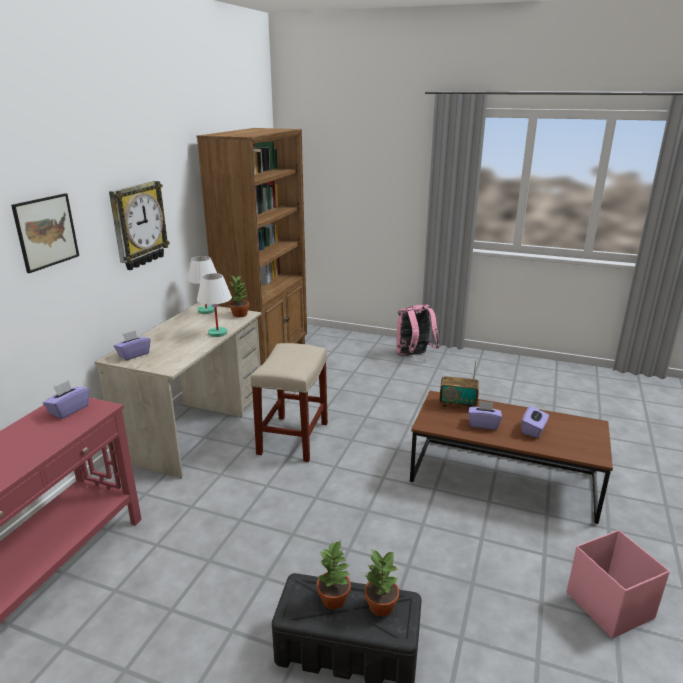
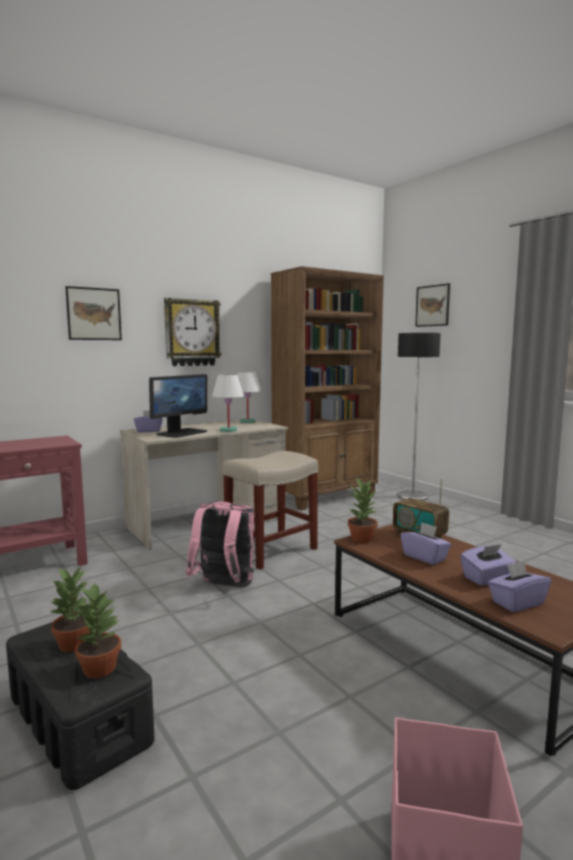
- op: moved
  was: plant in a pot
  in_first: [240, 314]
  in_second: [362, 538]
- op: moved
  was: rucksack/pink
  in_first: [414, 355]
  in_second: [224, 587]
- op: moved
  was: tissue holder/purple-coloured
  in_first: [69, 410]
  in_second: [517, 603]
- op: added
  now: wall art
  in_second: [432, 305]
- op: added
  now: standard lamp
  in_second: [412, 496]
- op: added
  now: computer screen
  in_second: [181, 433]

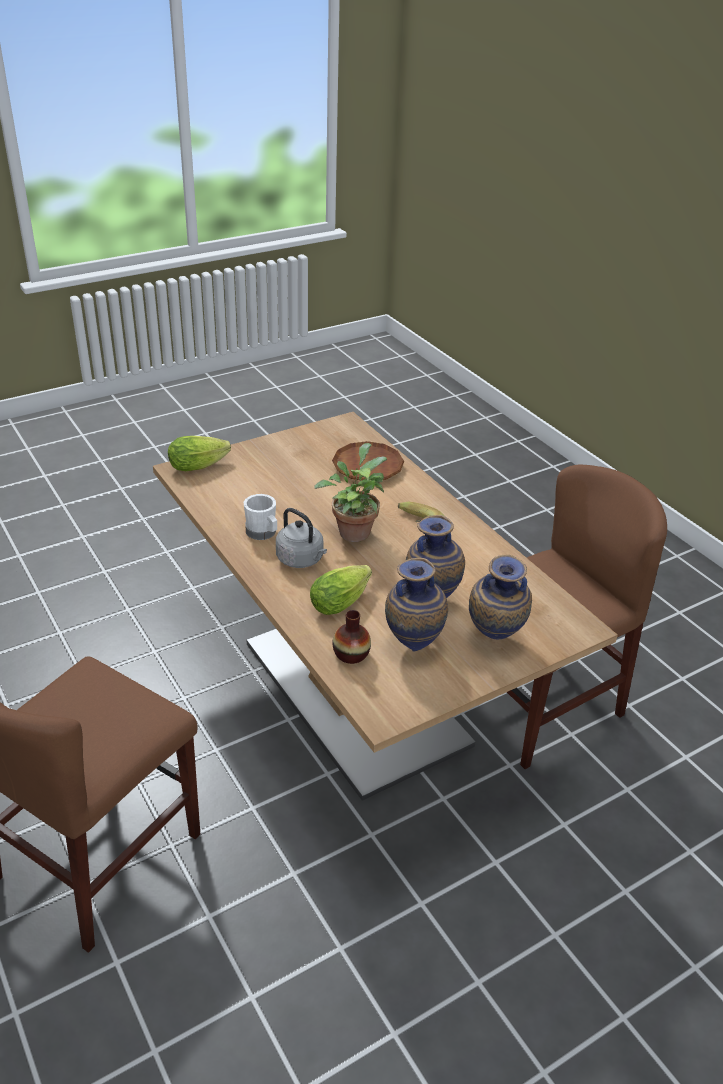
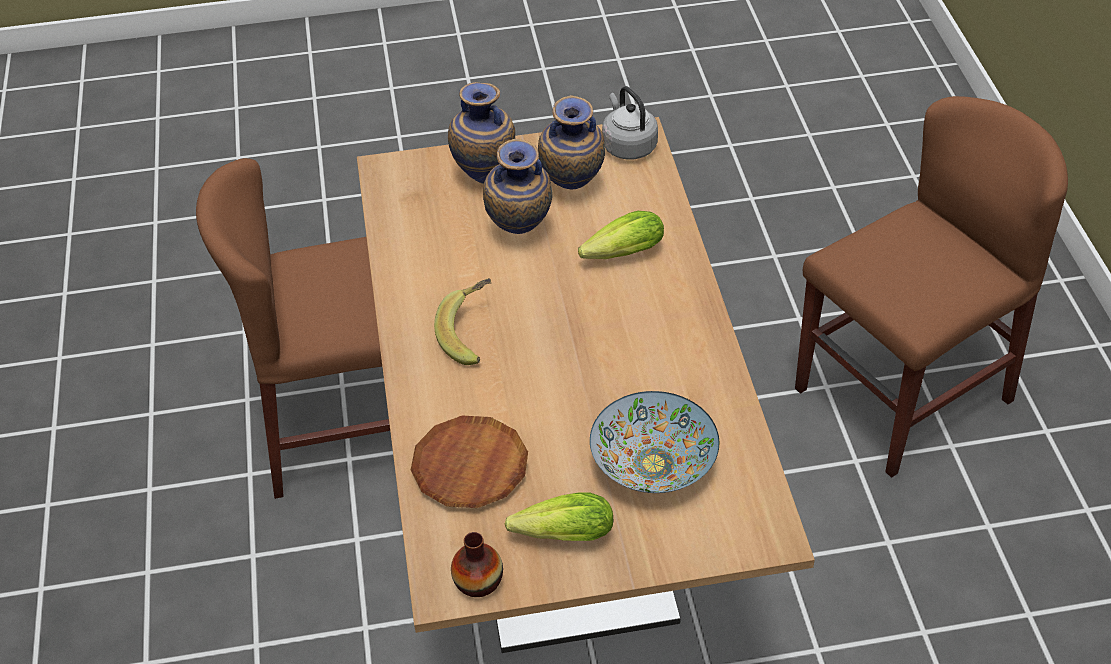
- op: moved
  was: lettuce head
  in_first: [201, 464]
  in_second: [559, 535]
- op: removed
  was: plant in a pot
  in_first: [353, 530]
- op: removed
  was: mug/white-coloured
  in_first: [263, 533]
- op: moved
  was: kettle/gray
  in_first: [301, 560]
  in_second: [628, 145]
- op: moved
  was: decorative vase
  in_first: [351, 654]
  in_second: [478, 581]
- op: added
  now: bowl
  in_second: [653, 464]

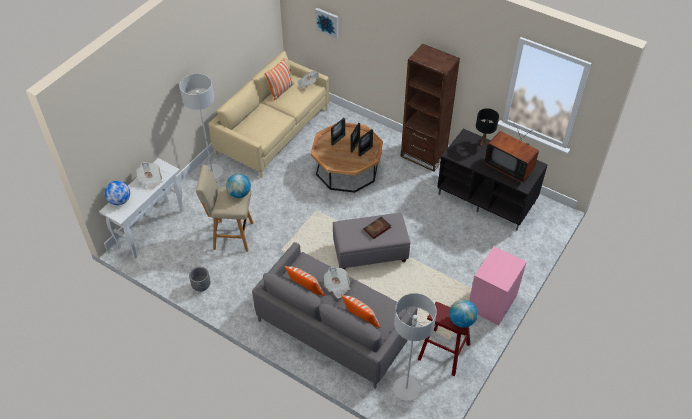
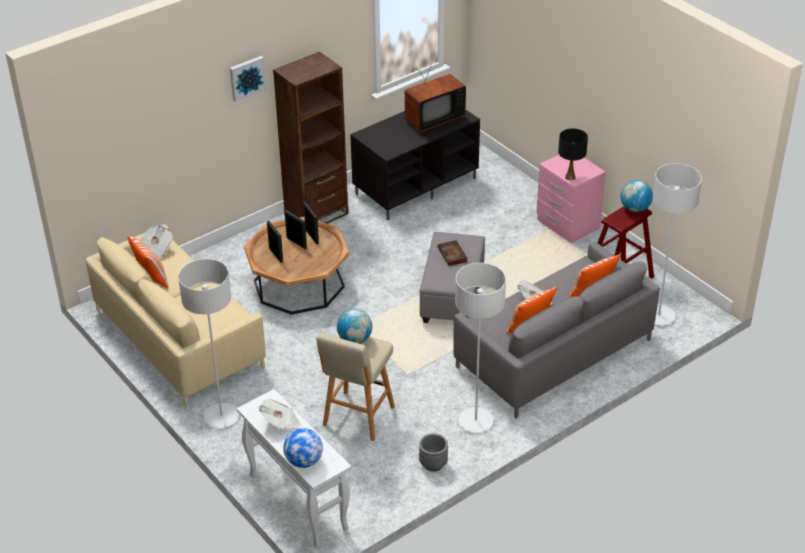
- op: moved
  was: wall art
  in_first: [327, 22]
  in_second: [247, 77]
- op: moved
  was: lamp for a table/black
  in_first: [483, 142]
  in_second: [570, 177]
- op: added
  now: standard lamp/gray
  in_second: [475, 421]

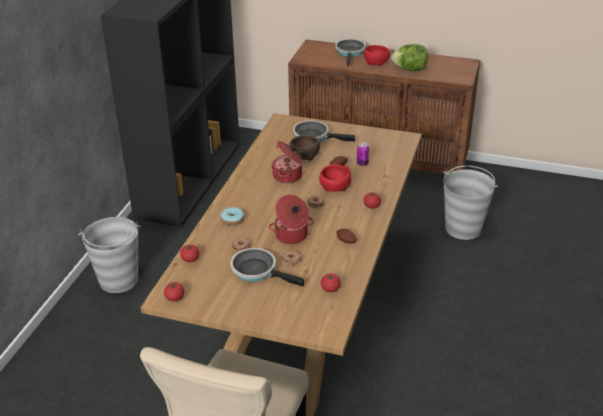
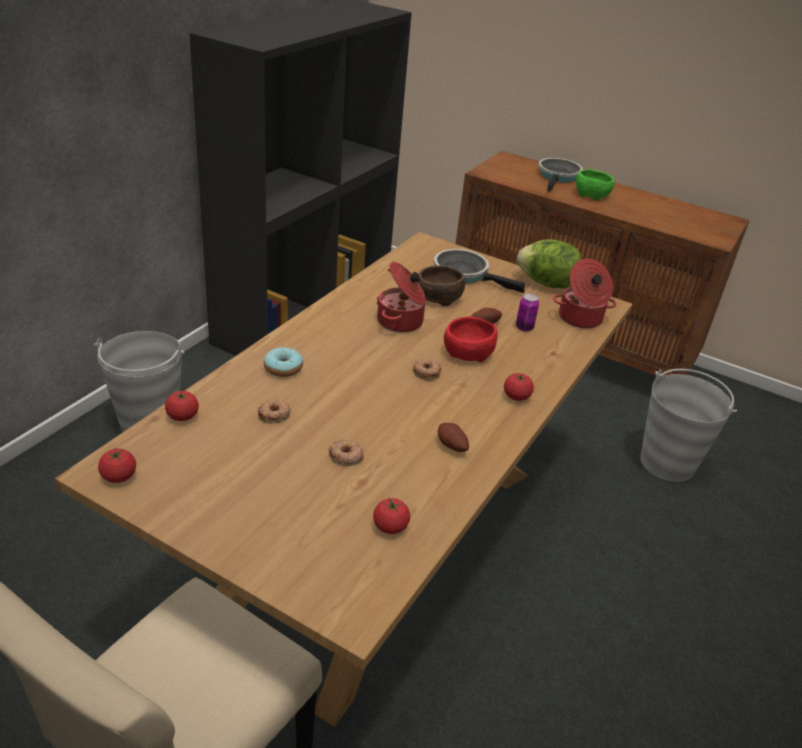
- op: moved
  was: lettuce head
  in_first: [410, 69]
  in_second: [546, 283]
- op: recoloured
  was: bowl/red
  now: bowl/greenish
  in_first: [376, 62]
  in_second: [591, 194]
- op: moved
  was: cooking pot
  in_first: [291, 236]
  in_second: [580, 319]
- op: removed
  was: pan
  in_first: [257, 271]

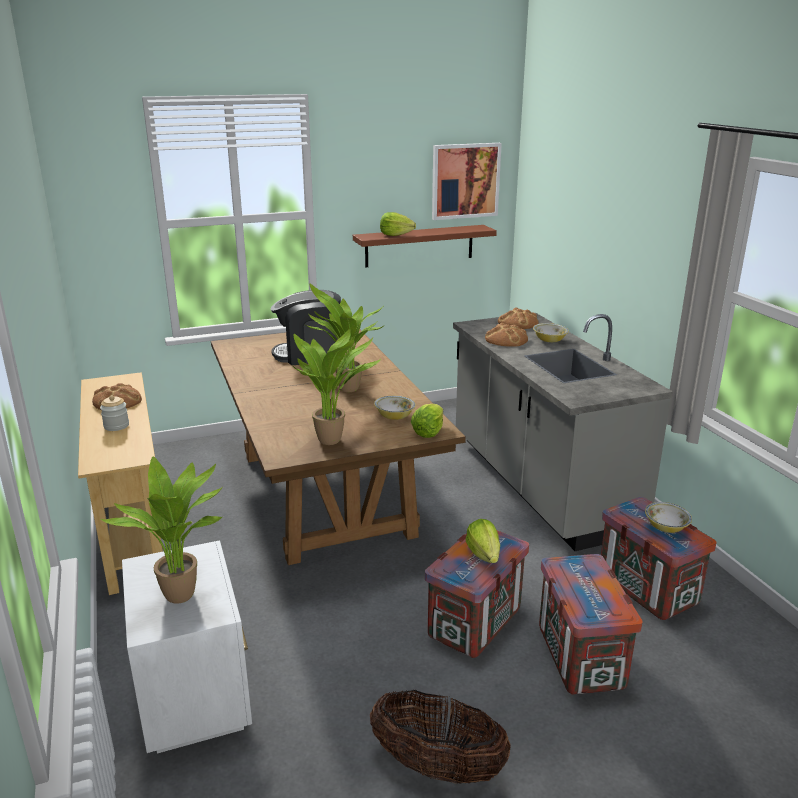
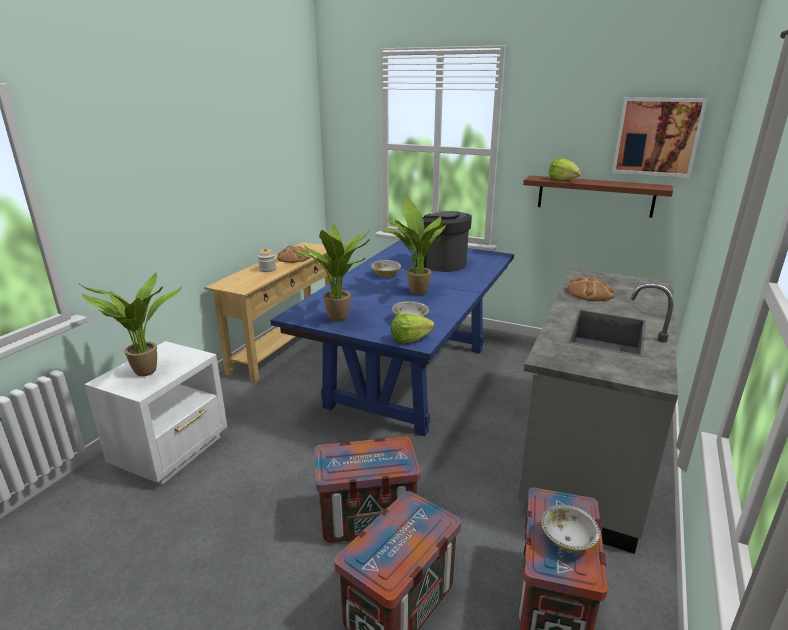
- op: removed
  was: bakery bread
  in_first: [518, 323]
- op: moved
  was: bowl
  in_first: [549, 340]
  in_second: [385, 275]
- op: recoloured
  was: kitchen table/brown-coloured
  now: kitchen table/blue-coloured
  in_first: [325, 494]
  in_second: [409, 376]
- op: removed
  was: lettuce head
  in_first: [484, 554]
- op: removed
  was: household basket
  in_first: [437, 766]

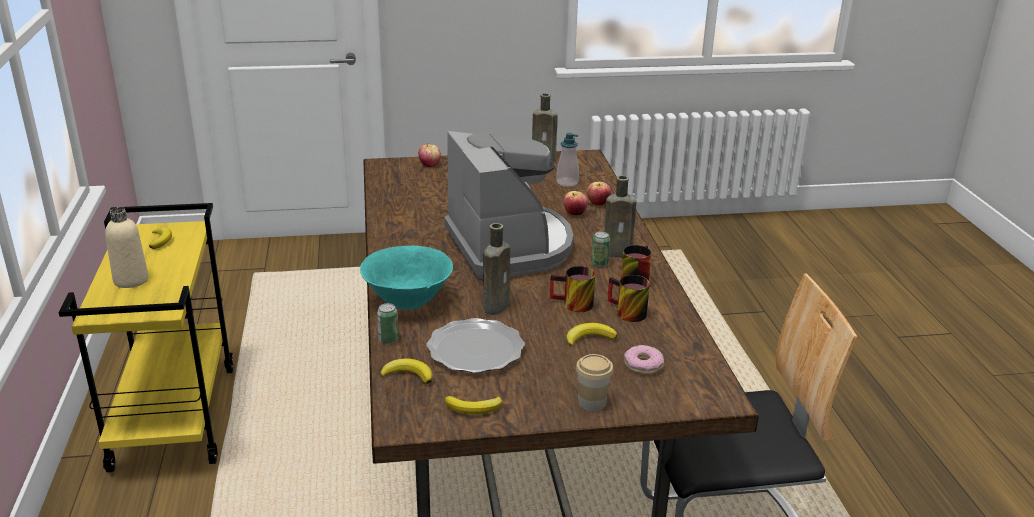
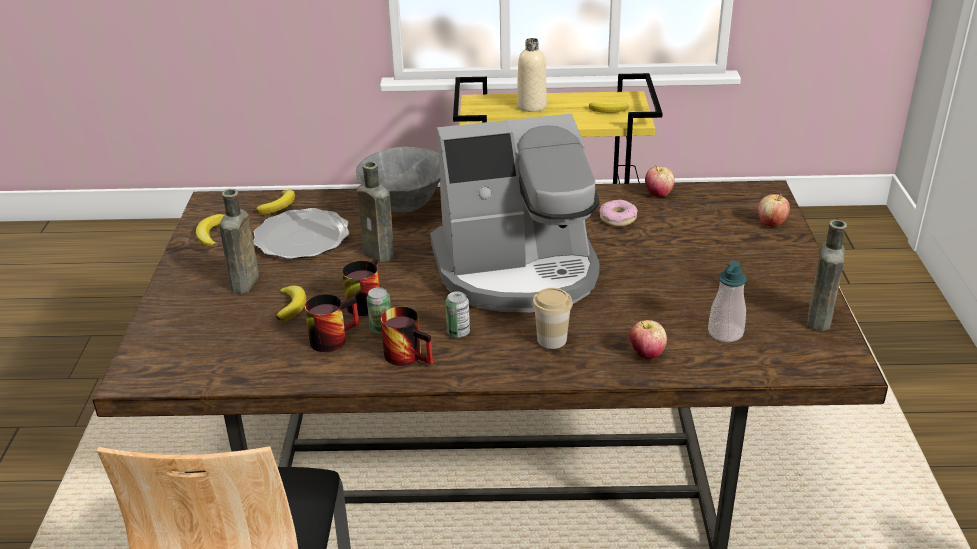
- op: moved
  was: bottle/brown-coloured
  in_first: [619, 253]
  in_second: [244, 284]
- op: moved
  was: whole apple
  in_first: [574, 213]
  in_second: [658, 194]
- op: recoloured
  was: bowl/turquoise
  now: bowl/gray
  in_first: [409, 303]
  in_second: [404, 206]
- op: moved
  was: sealed can
  in_first: [388, 339]
  in_second: [381, 328]
- op: moved
  was: ring doughnut
  in_first: [643, 365]
  in_second: [618, 218]
- op: moved
  was: small cup
  in_first: [592, 403]
  in_second: [551, 339]

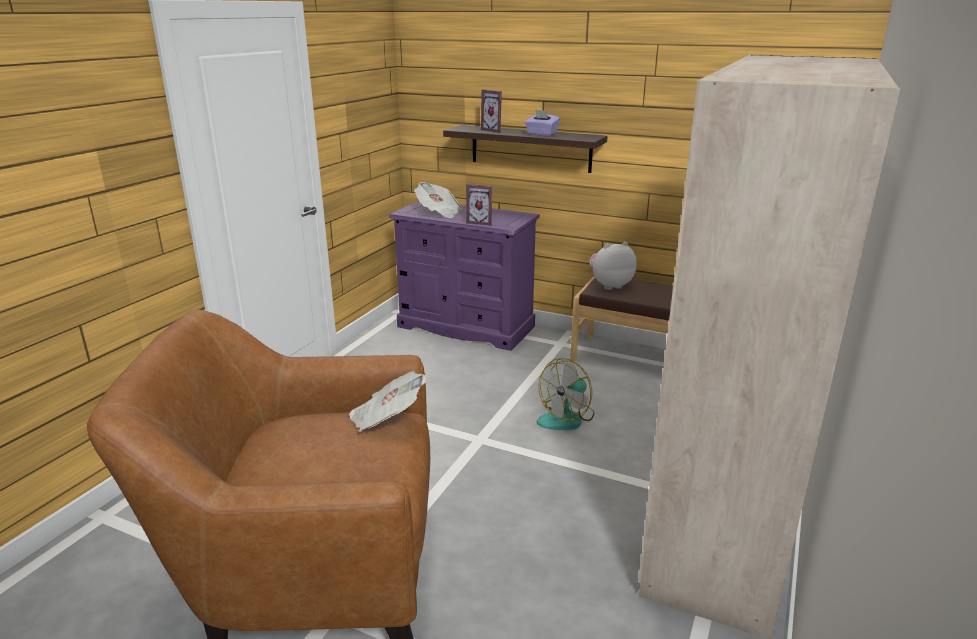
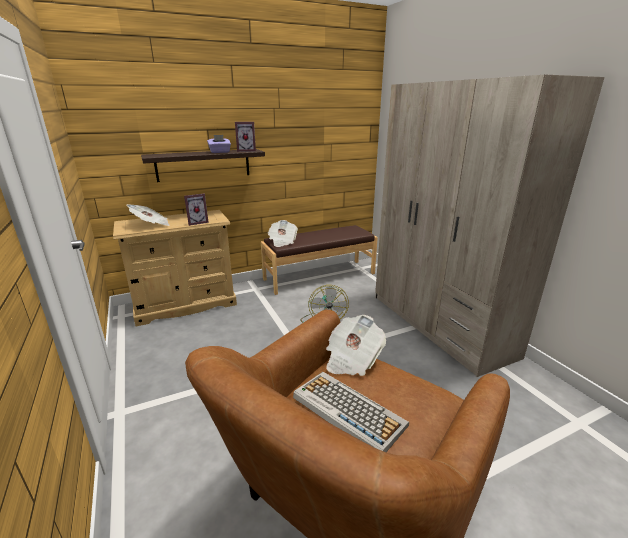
- op: moved
  was: standing frame
  in_first: [495, 130]
  in_second: [246, 151]
- op: recoloured
  was: chest of drawers/purple-coloured
  now: chest of drawers/beige
  in_first: [466, 327]
  in_second: [185, 304]
- op: replaced
  was: plush toy
  now: printed paper
  in_first: [610, 285]
  in_second: [282, 241]
- op: added
  now: computer keyboard
  in_second: [347, 411]

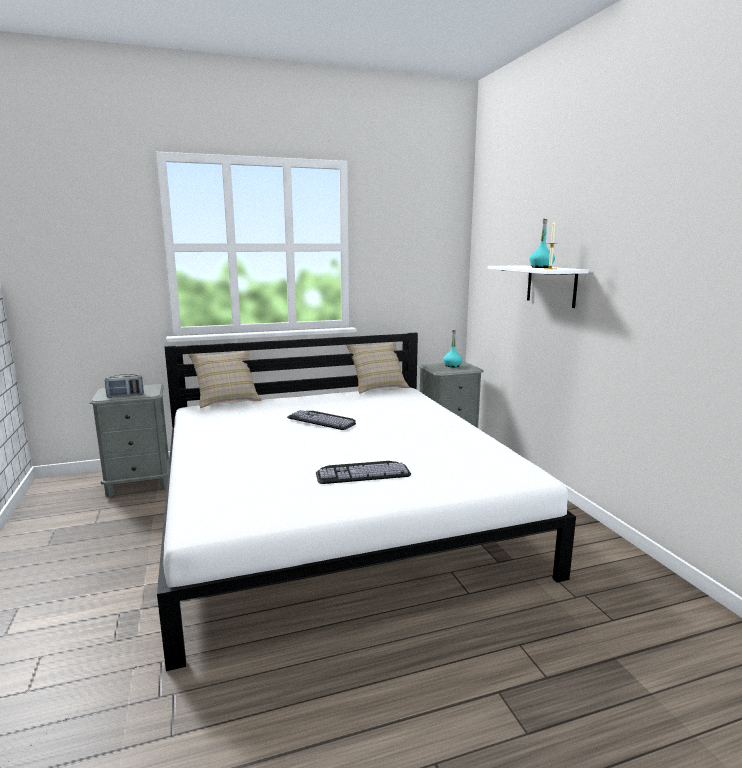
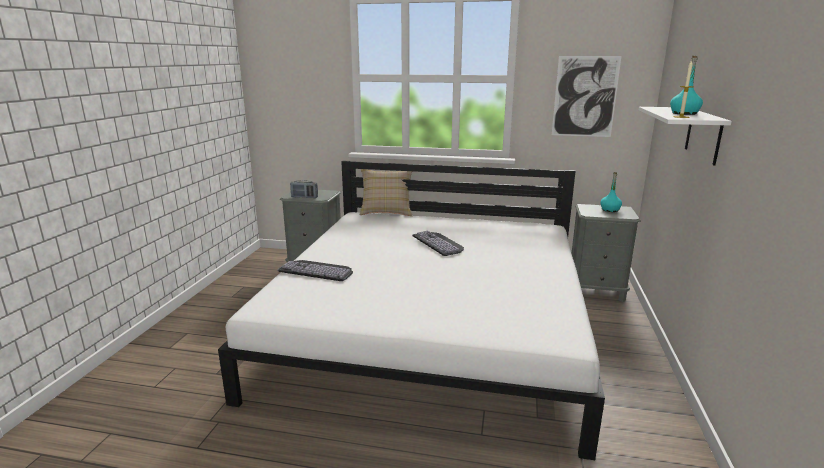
- op: removed
  was: throw pillow/beige
  in_first: [378, 387]
- op: moved
  was: computer keyboard
  in_first: [362, 472]
  in_second: [318, 270]
- op: added
  now: wall art
  in_second: [585, 97]

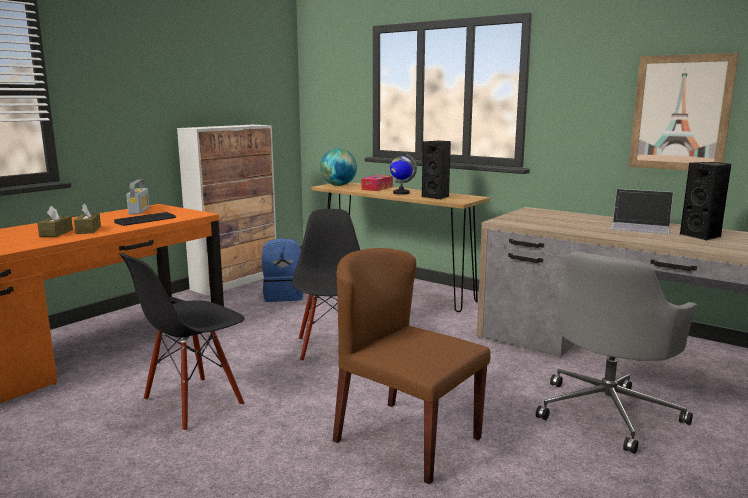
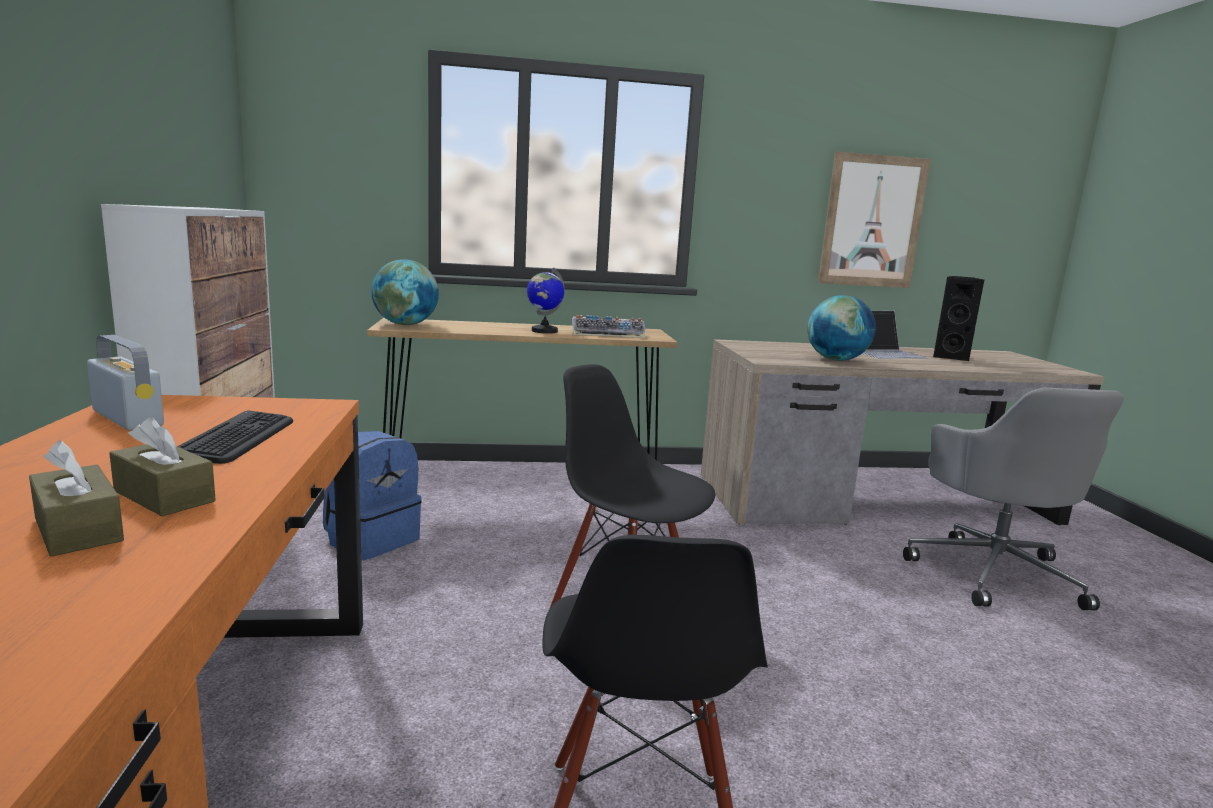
- op: replaced
  was: speaker/black
  now: computer keyboard
  in_first: [437, 197]
  in_second: [608, 333]
- op: removed
  was: tissue holder
  in_first: [377, 188]
- op: removed
  was: plain chair/brown-coloured
  in_first: [406, 439]
- op: added
  now: world globe
  in_second: [836, 360]

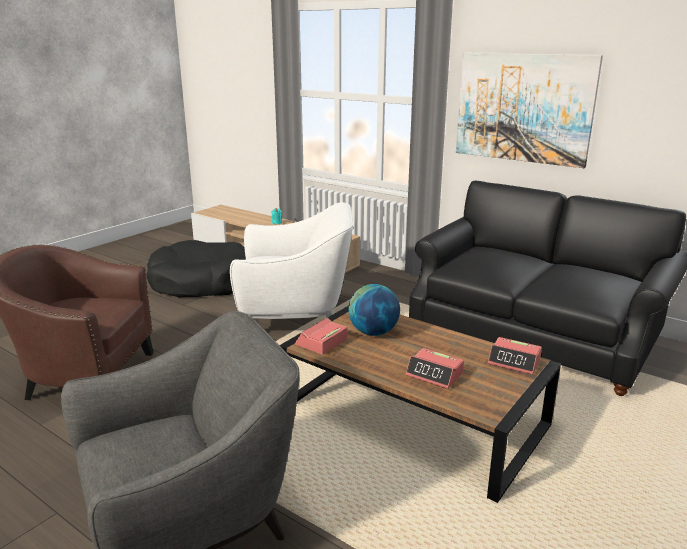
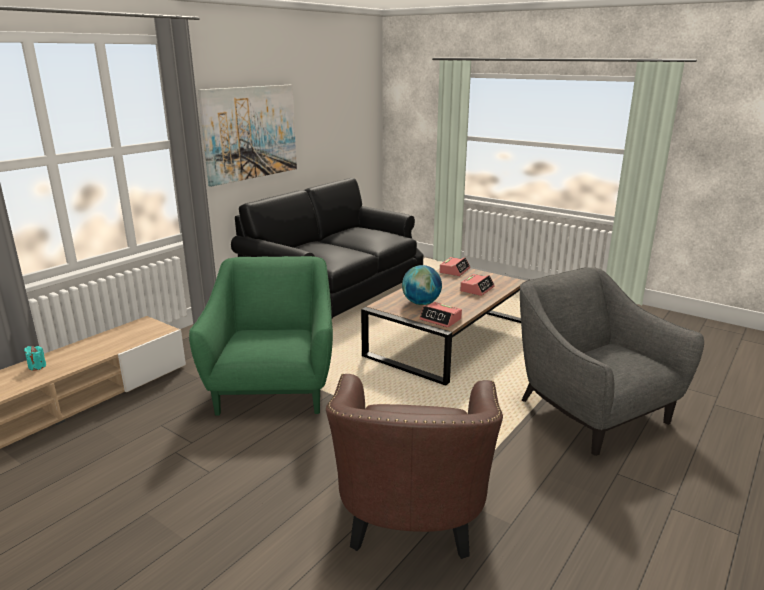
- op: recoloured
  was: easy chair/white-coloured
  now: easy chair/greenish
  in_first: [295, 316]
  in_second: [274, 386]
- op: removed
  was: dog cushion/black
  in_first: [201, 282]

